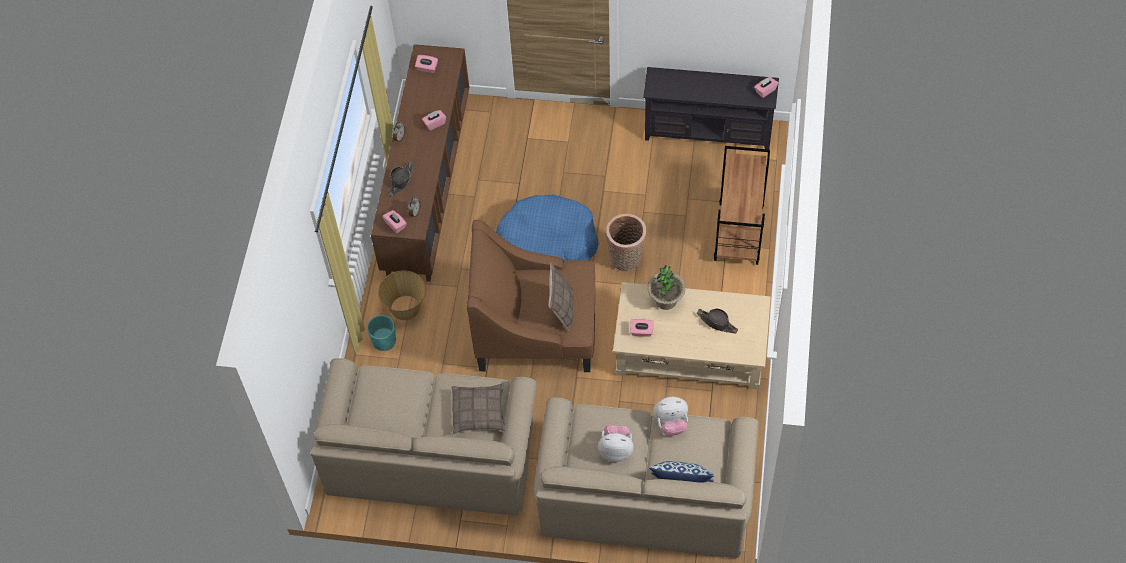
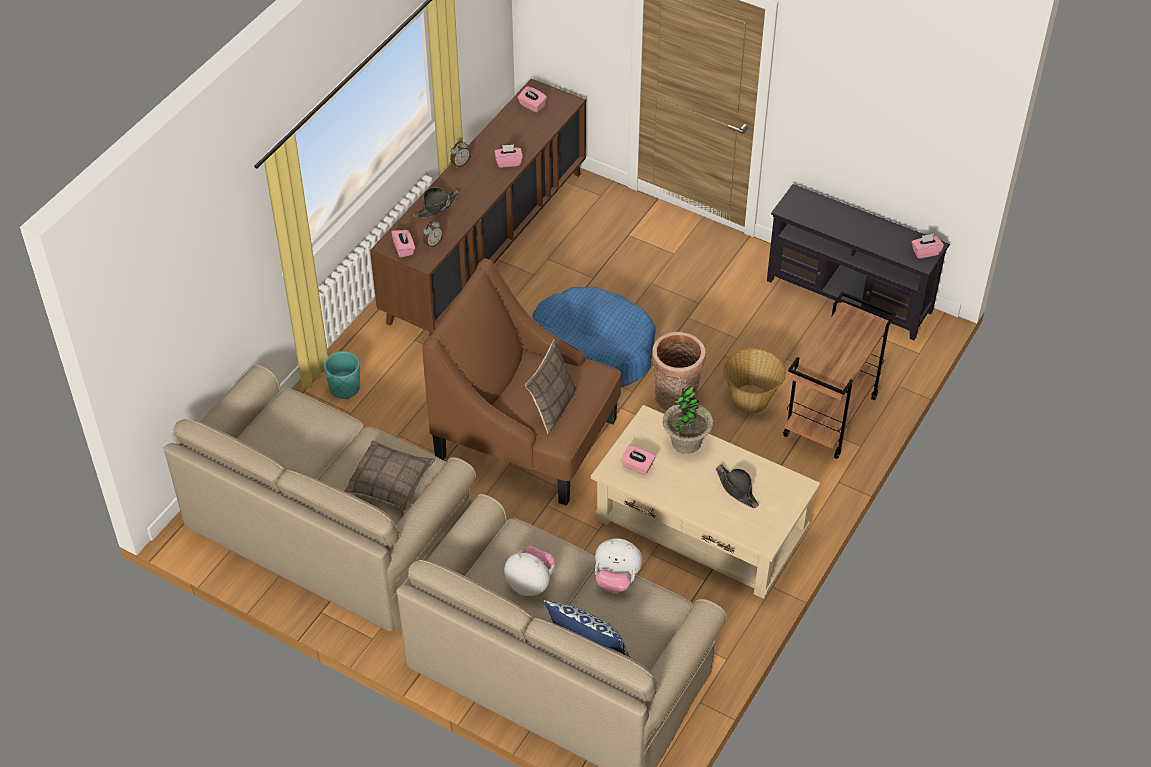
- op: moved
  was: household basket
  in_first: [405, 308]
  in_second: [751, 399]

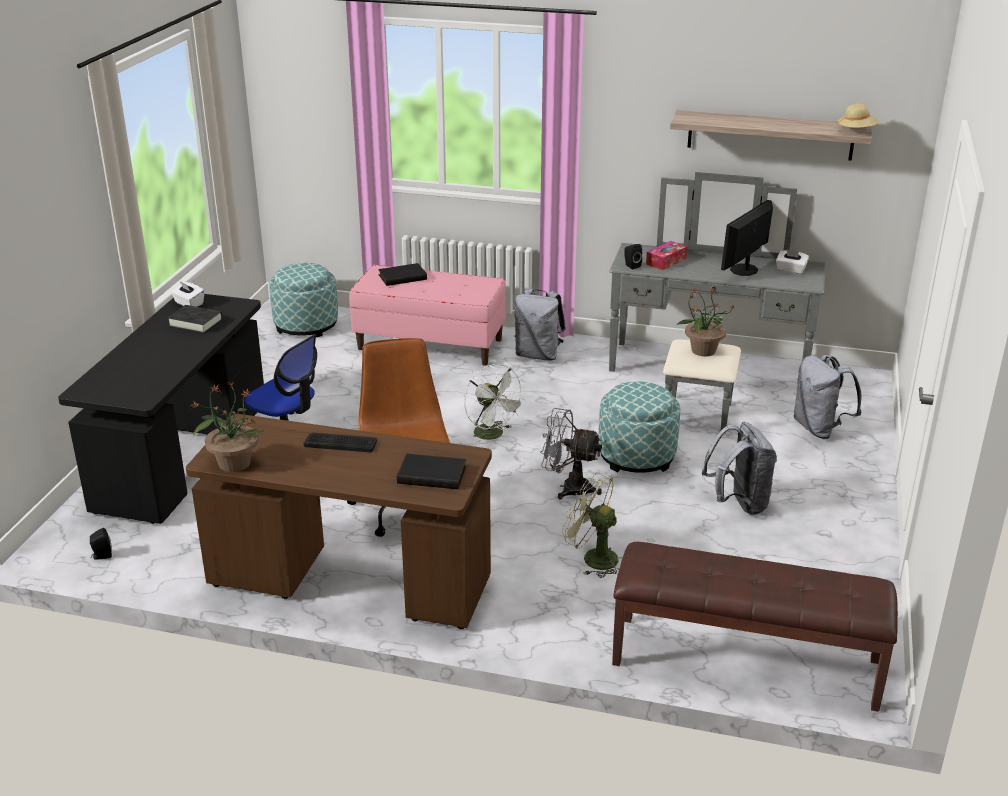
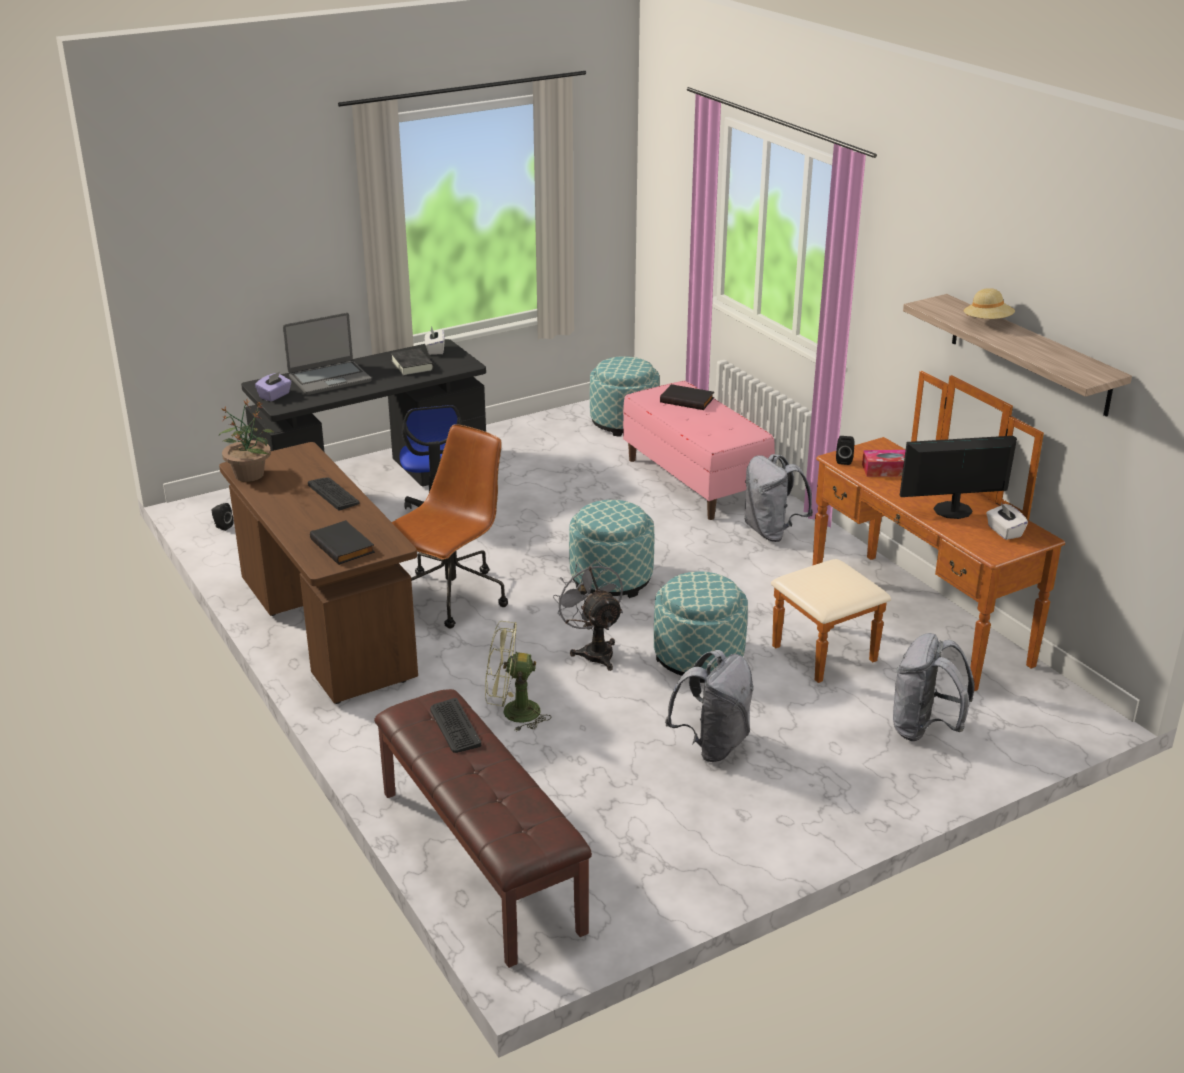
- op: moved
  was: wearable hat/beige
  in_first: [856, 131]
  in_second: [987, 322]
- op: recoloured
  was: chest of drawers/gray
  now: chest of drawers/brown-coloured
  in_first: [707, 378]
  in_second: [897, 627]
- op: removed
  was: plant in a pot
  in_first: [702, 350]
- op: replaced
  was: cooling fan/white-coloured
  now: ottoman
  in_first: [493, 435]
  in_second: [611, 579]
- op: turned
  was: cooling fan/greenish
  in_first: [592, 558]
  in_second: [512, 713]
  clockwise: -75
- op: added
  now: notebook computer
  in_second: [329, 379]
- op: added
  now: tissue holder/purple-coloured
  in_second: [275, 396]
- op: added
  now: computer keyboard
  in_second: [454, 726]

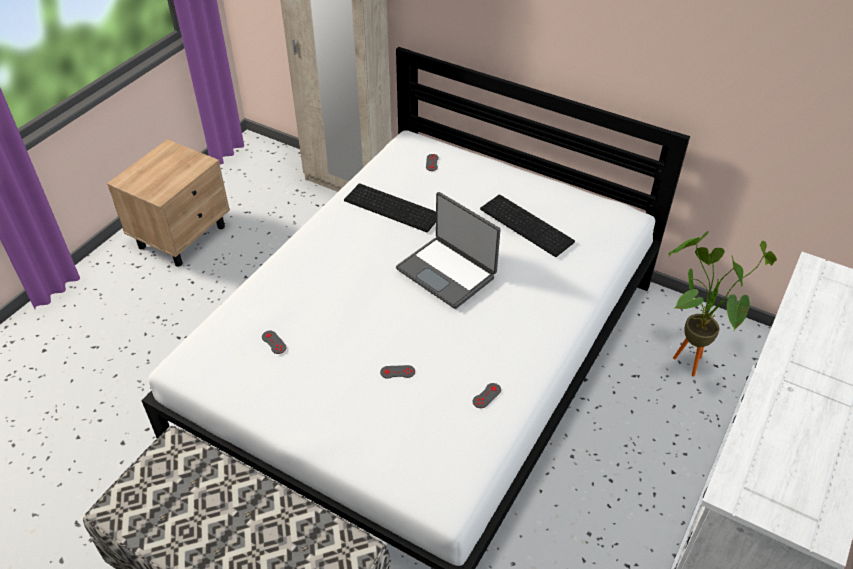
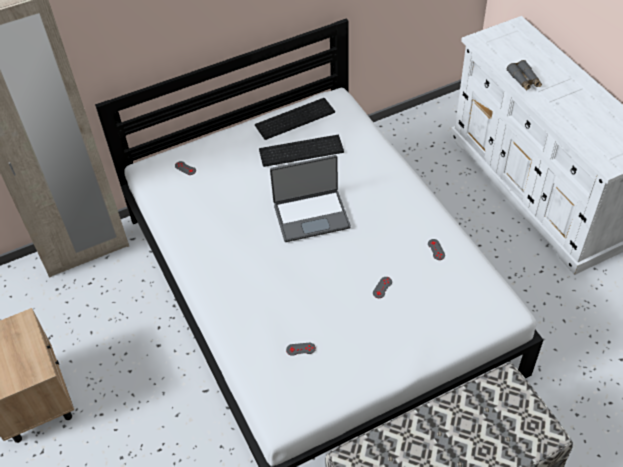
- op: moved
  was: computer keyboard
  in_first: [394, 207]
  in_second: [295, 117]
- op: removed
  was: plant in a pot
  in_first: [689, 357]
- op: added
  now: field glasses/gray
  in_second: [524, 80]

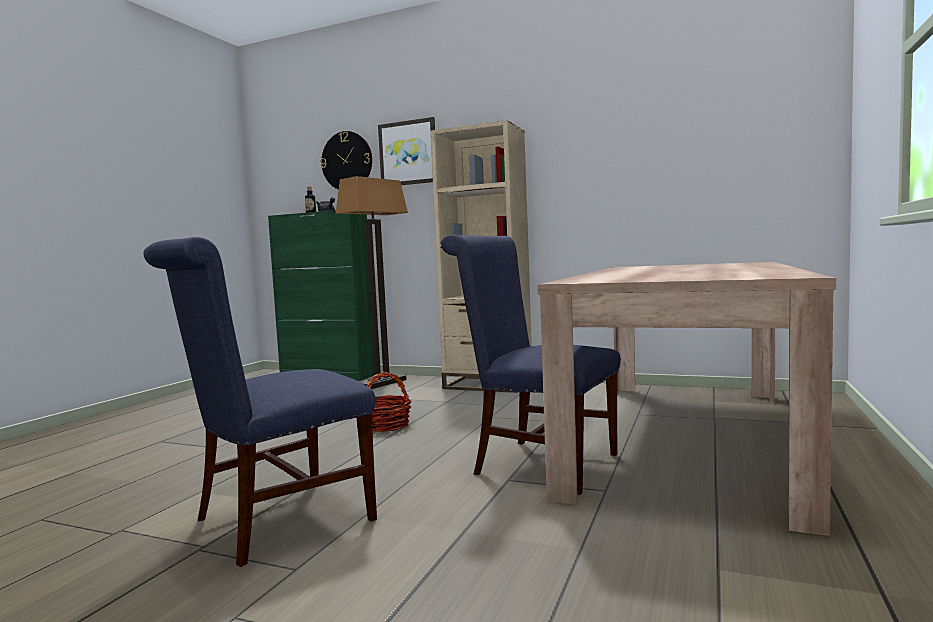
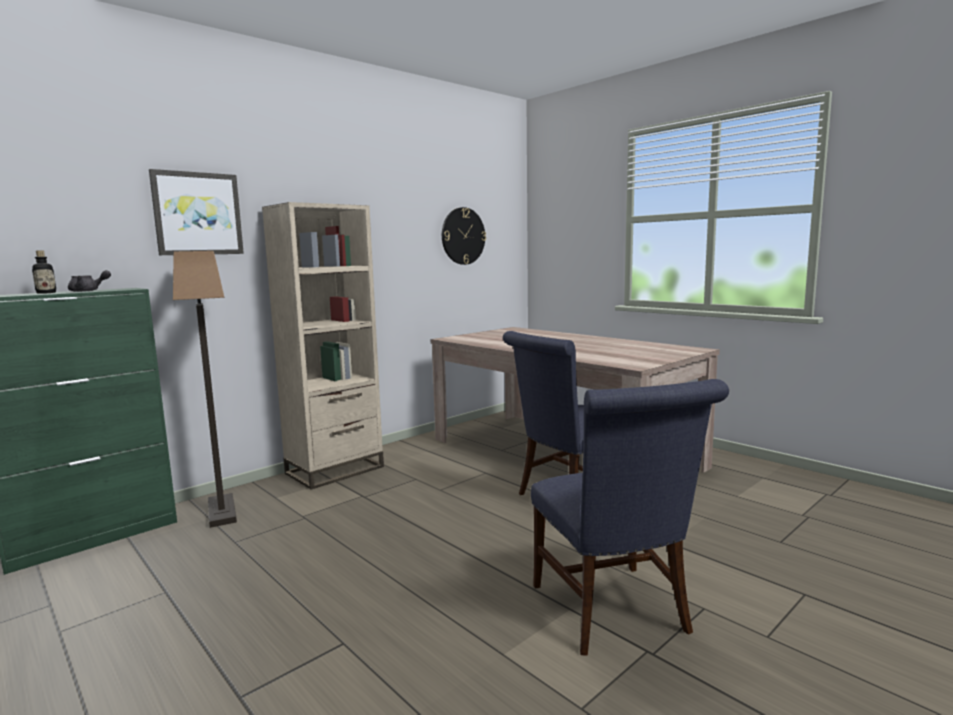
- op: moved
  was: clock on the wall
  in_first: [347, 161]
  in_second: [463, 236]
- op: removed
  was: household basket
  in_first: [386, 425]

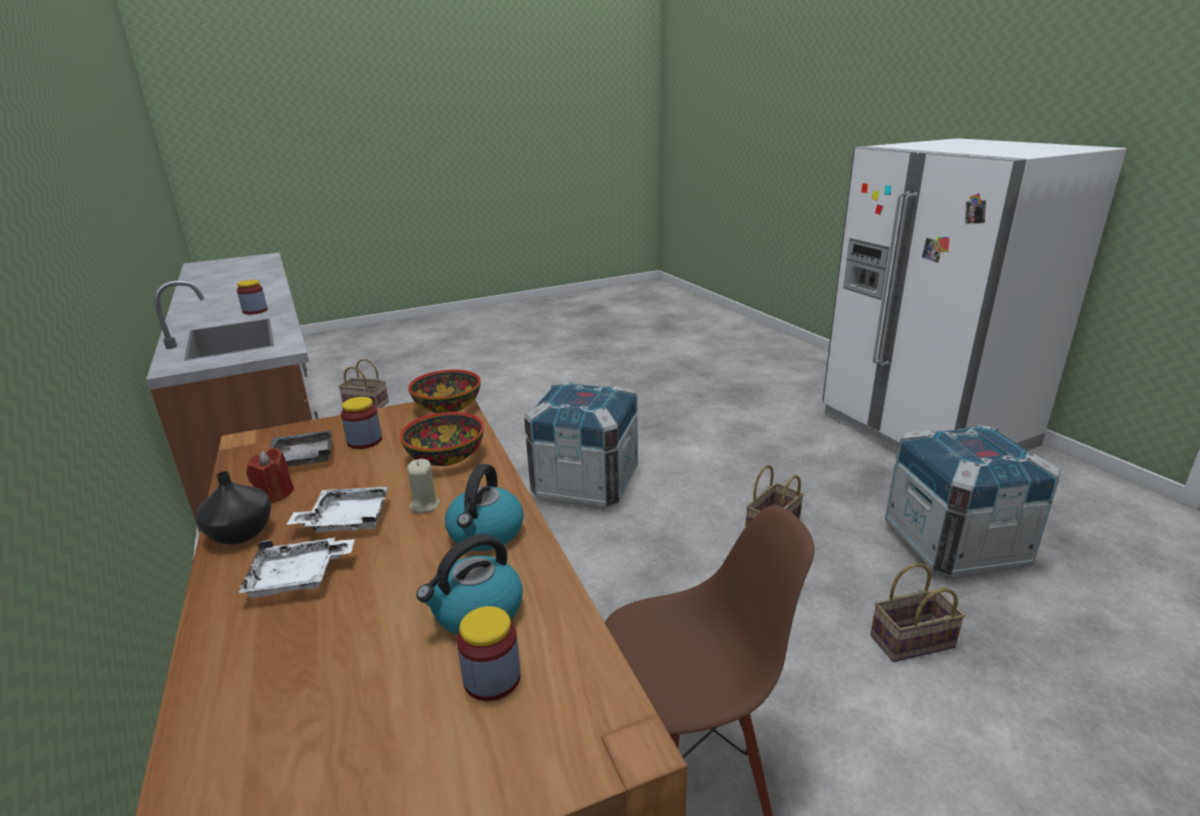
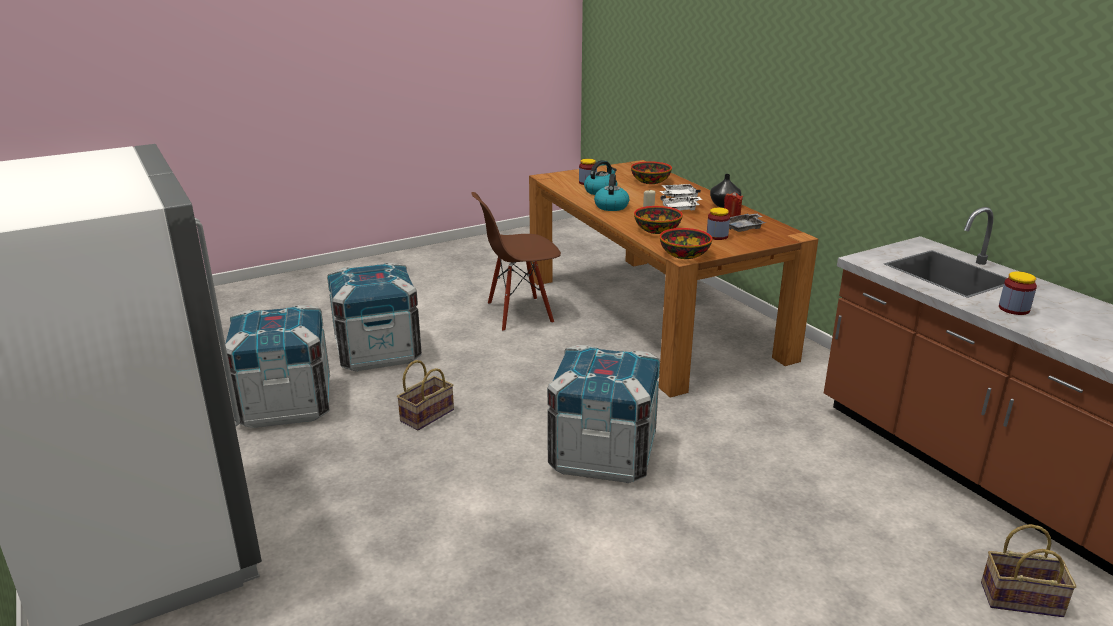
- op: replaced
  was: household basket
  now: shipping crate
  in_first: [911, 643]
  in_second: [378, 352]
- op: added
  now: bowl
  in_second: [650, 181]

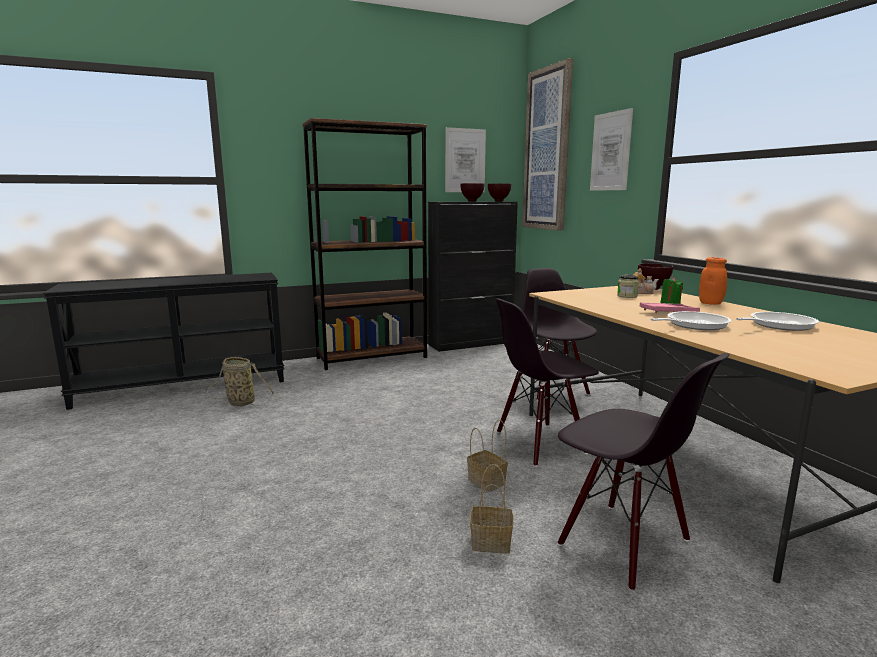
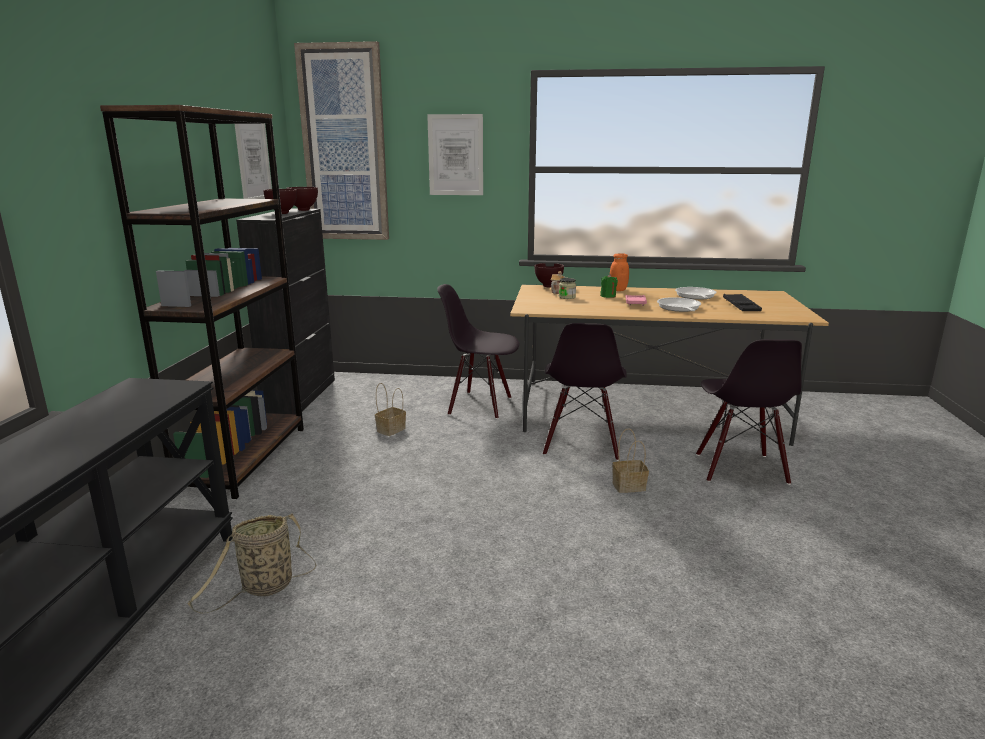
- op: turned
  was: plain chair/black
  in_first: [623, 543]
  in_second: [739, 469]
  clockwise: 105
- op: moved
  was: household basket
  in_first: [492, 542]
  in_second: [391, 429]
- op: added
  now: carrying tray/black
  in_second: [741, 306]

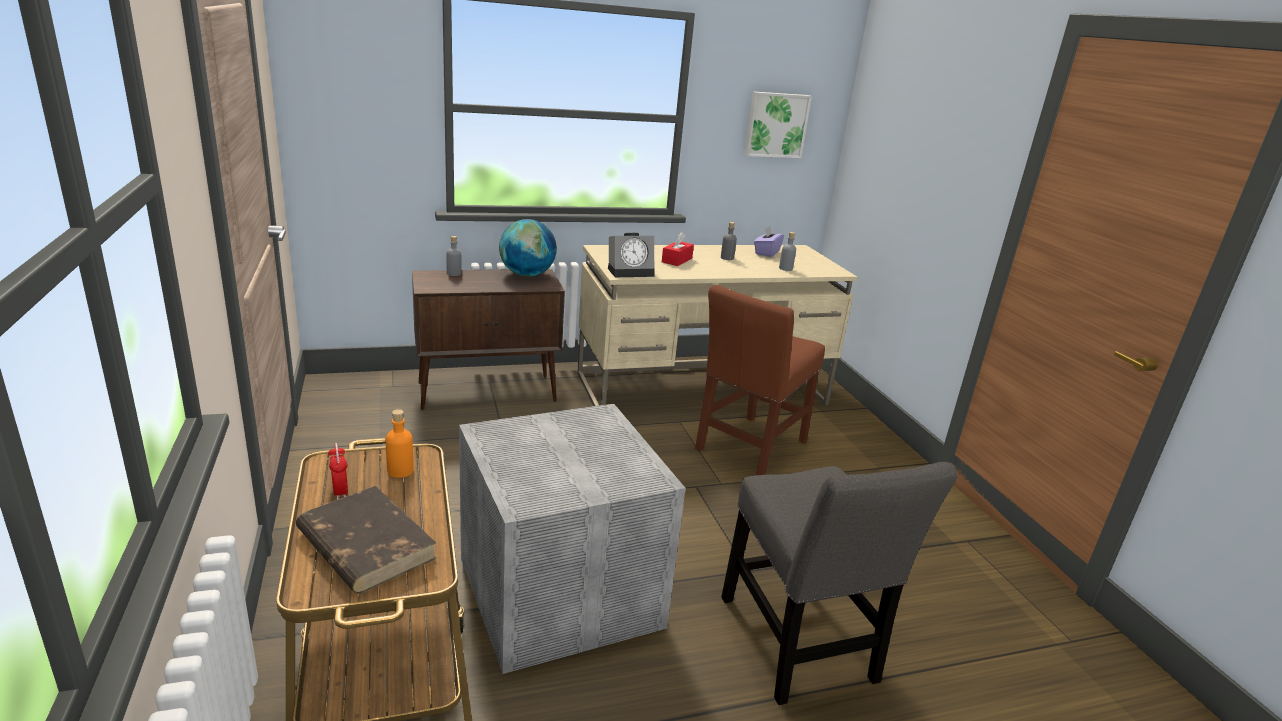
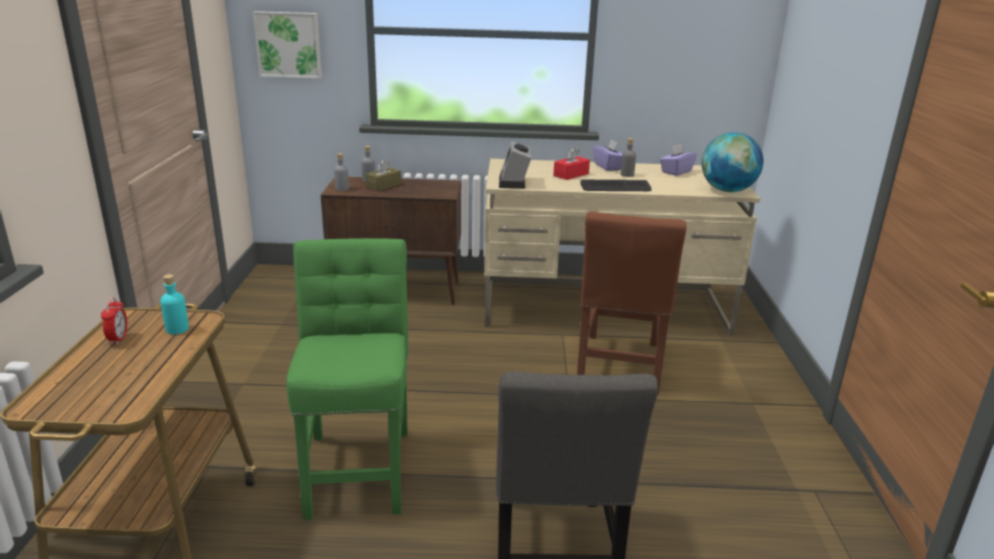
- op: moved
  was: wall art
  in_first: [776, 125]
  in_second: [289, 44]
- op: moved
  was: world globe
  in_first: [527, 275]
  in_second: [727, 190]
- op: moved
  was: bottle/gray
  in_first: [785, 268]
  in_second: [342, 189]
- op: turned
  was: bedside clock
  in_first: [631, 271]
  in_second: [514, 182]
  clockwise: 90
- op: turned
  was: plain chair/brown-coloured
  in_first: [749, 448]
  in_second: [619, 367]
  clockwise: -45
- op: replaced
  was: storage bin/gray
  now: plain chair/greenish
  in_first: [561, 589]
  in_second: [358, 466]
- op: recoloured
  was: bottle/orange-coloured
  now: bottle/turquoise
  in_first: [400, 471]
  in_second: [177, 329]
- op: removed
  was: bound book/brown-coloured
  in_first: [365, 544]
- op: added
  now: tissue holder/purple-coloured
  in_second: [608, 167]
- op: added
  now: tissue holder/brown-coloured
  in_second: [383, 185]
- op: added
  now: computer keyboard
  in_second: [615, 187]

